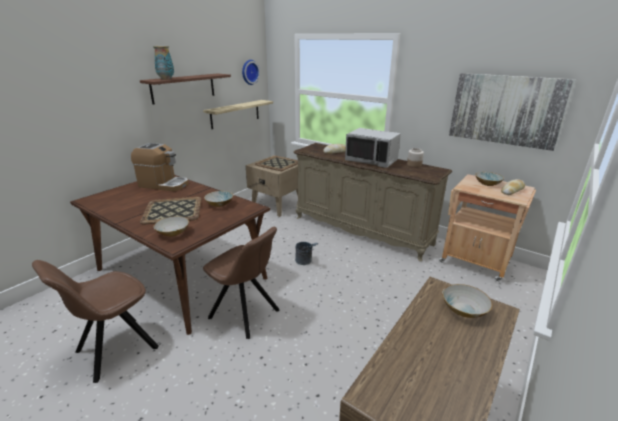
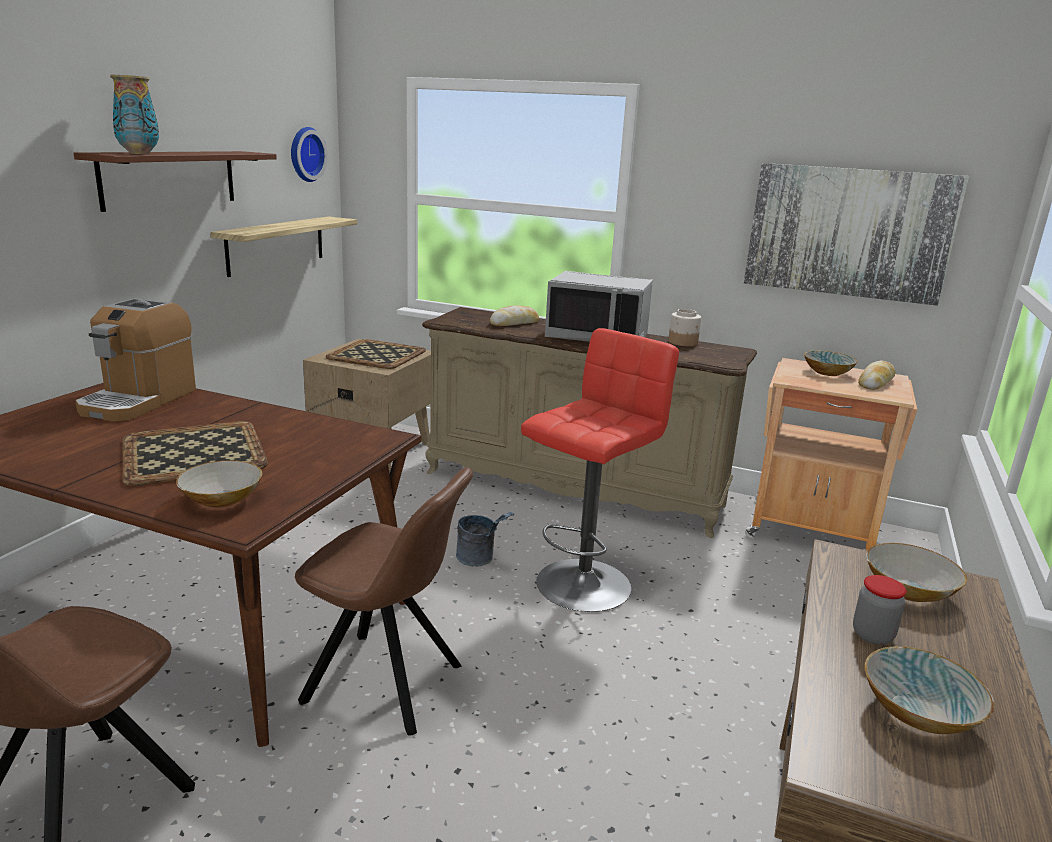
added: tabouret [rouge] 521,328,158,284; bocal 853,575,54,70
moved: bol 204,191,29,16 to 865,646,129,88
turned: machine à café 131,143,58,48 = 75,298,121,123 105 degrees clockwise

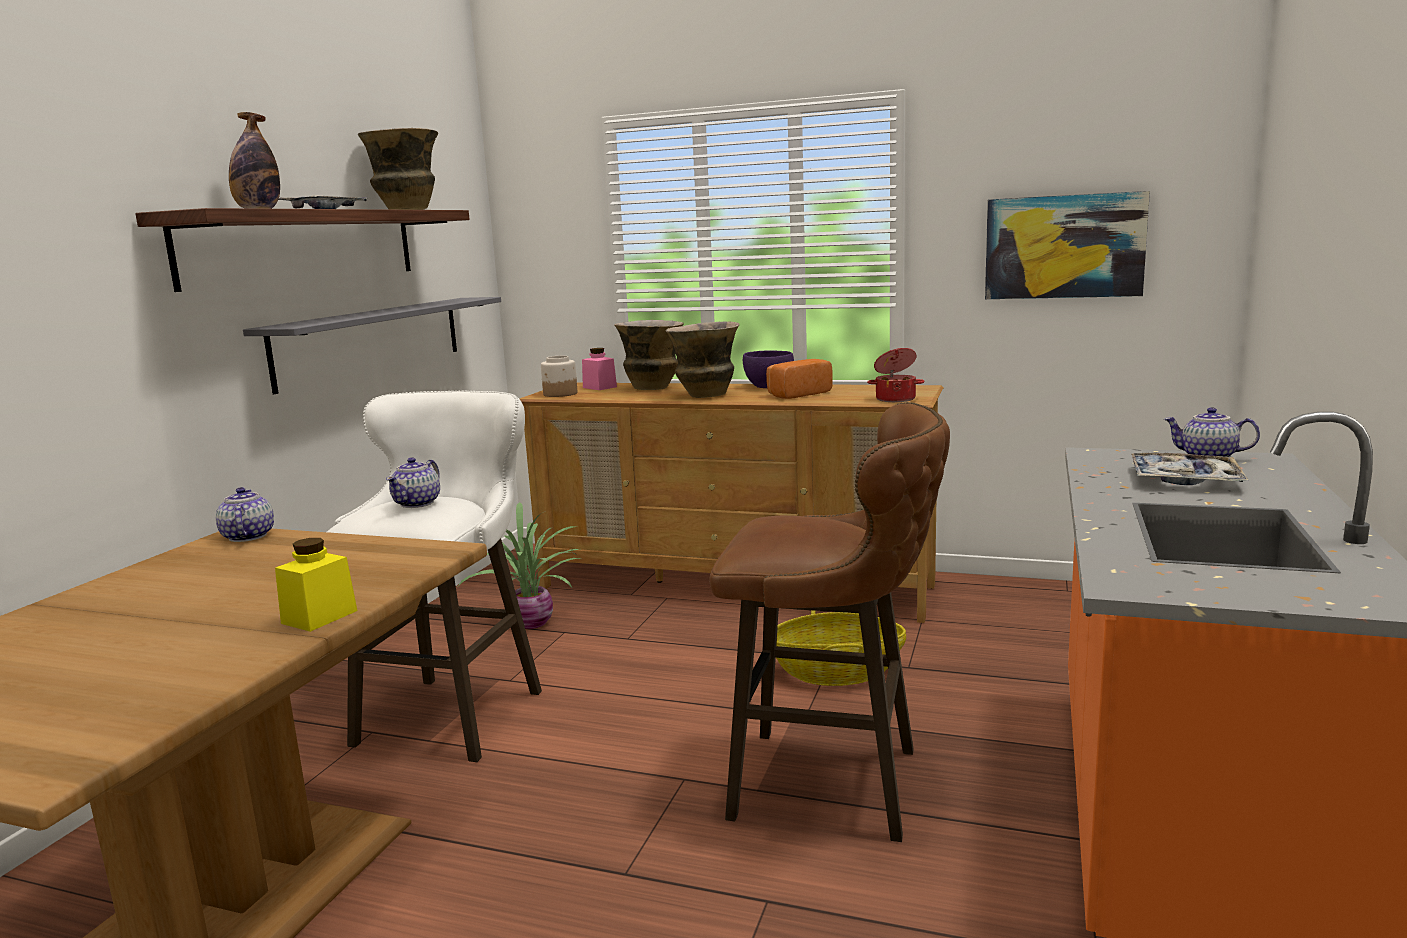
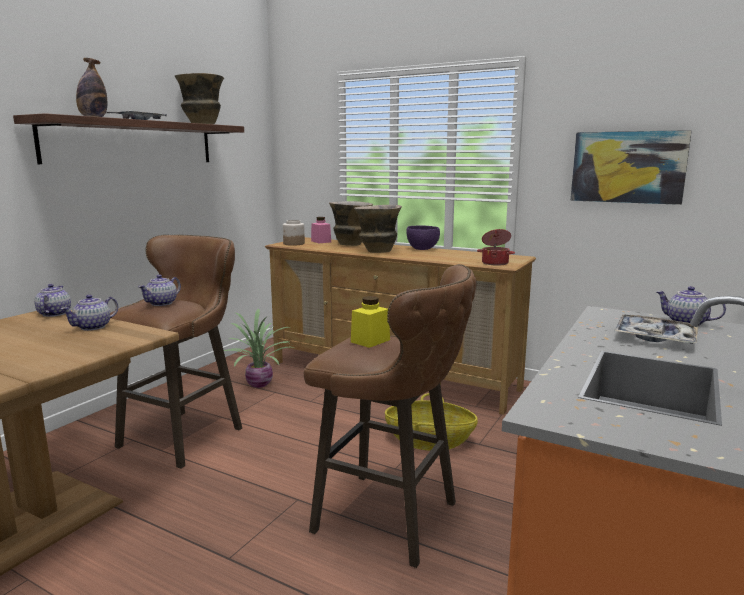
removed: étagère [gris] 243,297,258,97; pain 766,359,67,40
added: théière 61,294,57,37
moved: bocal [jaune] 275,538,83,94 to 351,296,39,52
recoloured: tabouret [blanc] 327,390,215,372 to tabouret [marron] 110,235,132,234

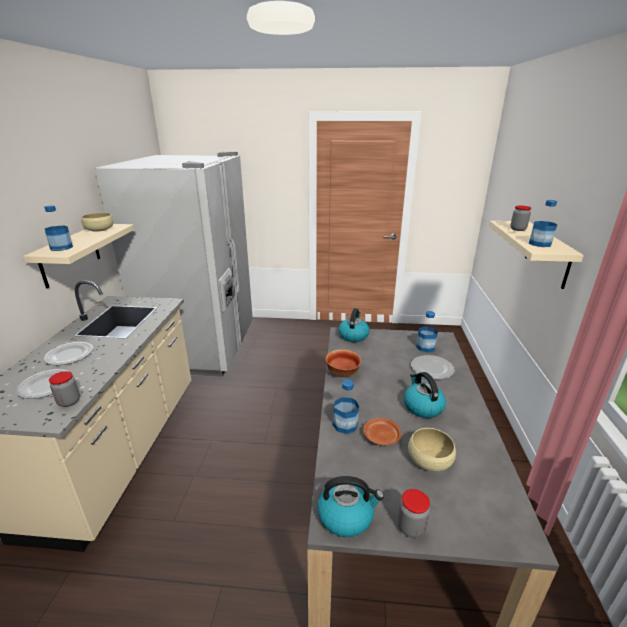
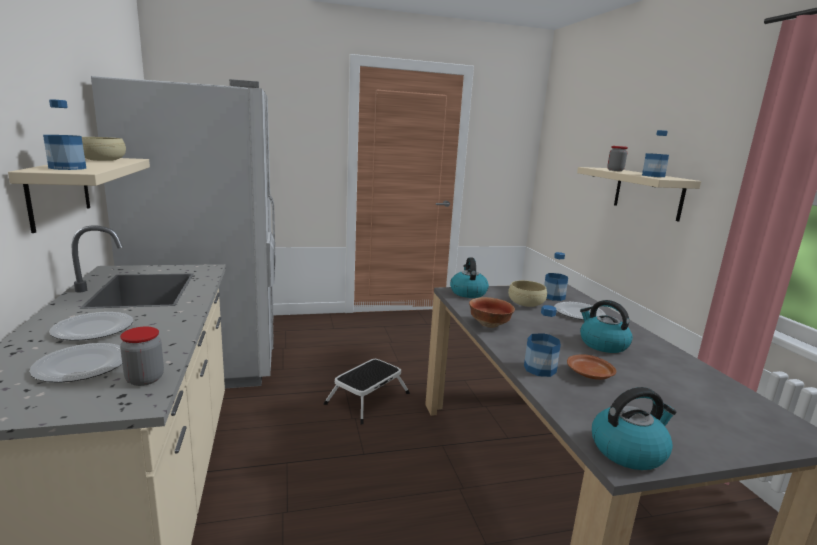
removed: bocal 398,489,32,49
added: escabeau [noir] 323,359,87,65
moved: bol [beige] 408,428,48,44 to 508,280,39,27

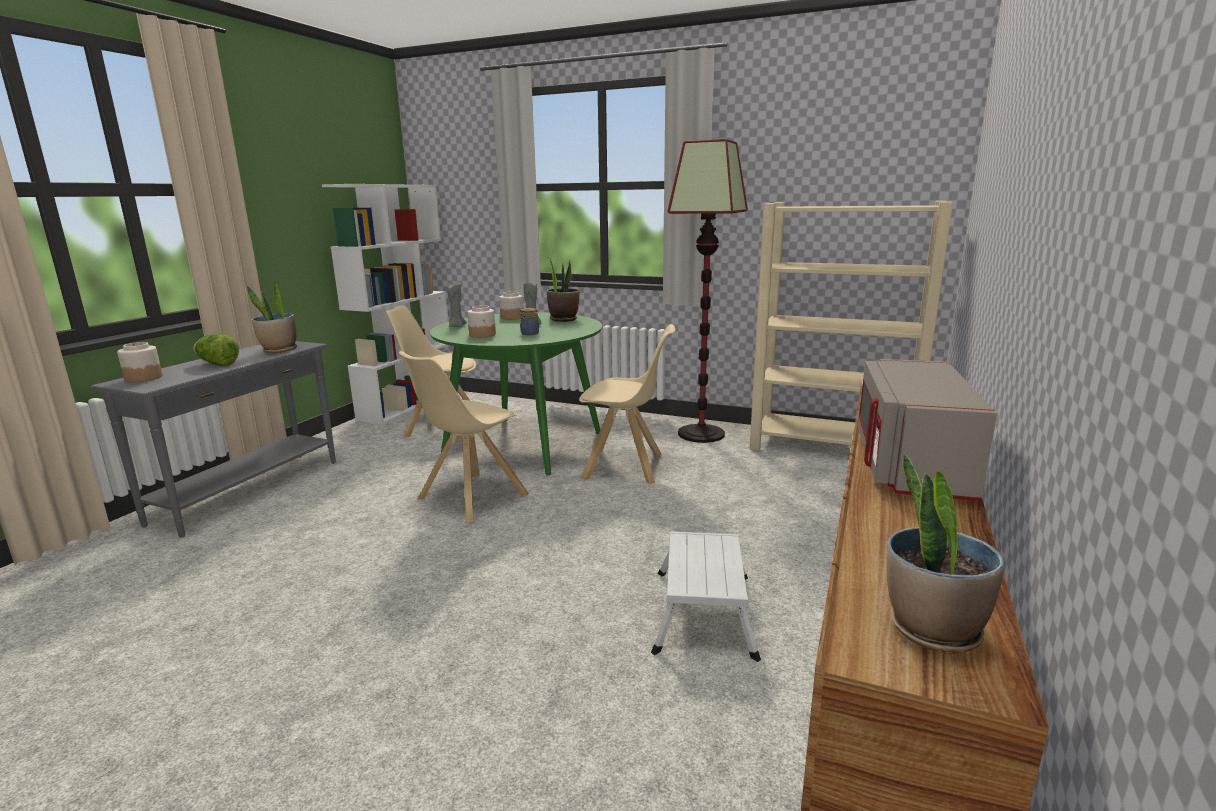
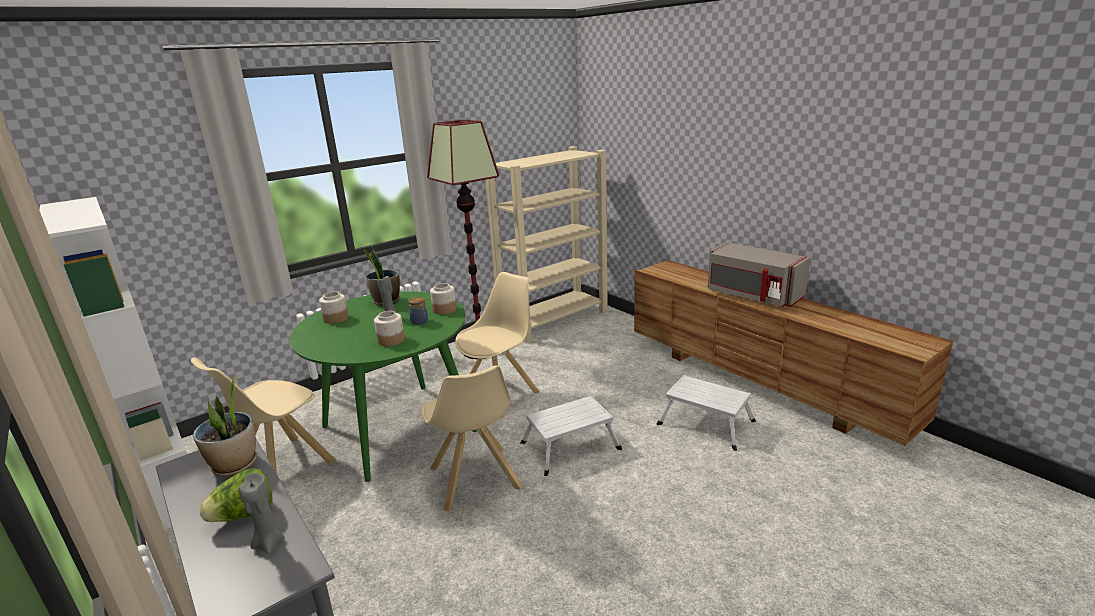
removed: plante en pot 887,454,117,200
added: escabeau [blanc] 520,395,102,81
moved: bougie [gris] 447,282,20,45 to 238,473,47,81; bocal 117,342,45,40 to 430,283,26,31

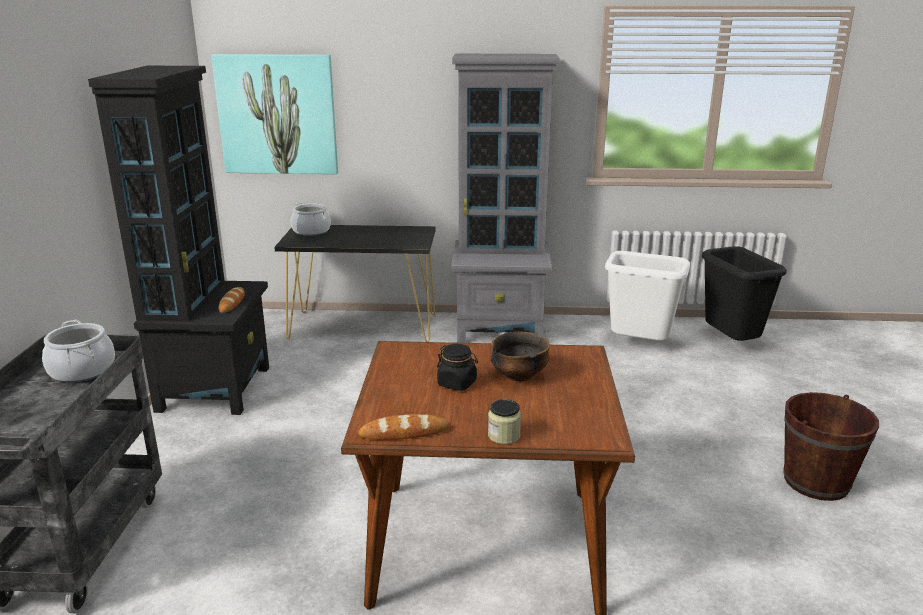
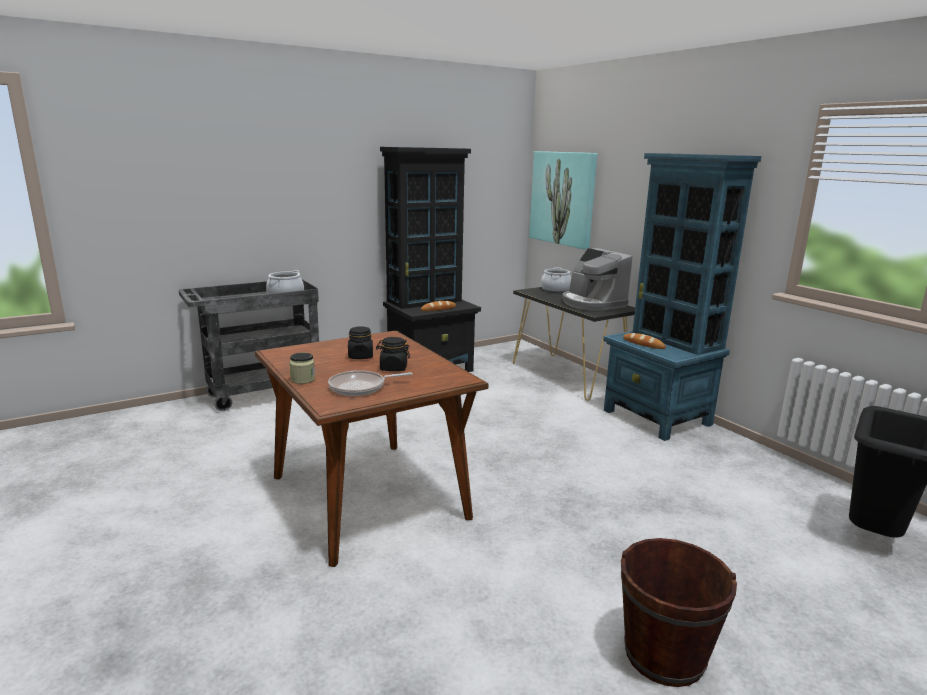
removed: poubelle [blanc] 605,251,85,90
added: machine à café 562,248,70,63; poêle 328,370,85,26
moved: pain 358,414,92,26 to 623,333,43,16
replaced: bol 490,332,60,50 to bocal [noir] 376,337,34,34
recoloured: meuble de rangement [gris] 451,54,109,289 to meuble de rangement [bleu] 603,153,159,288

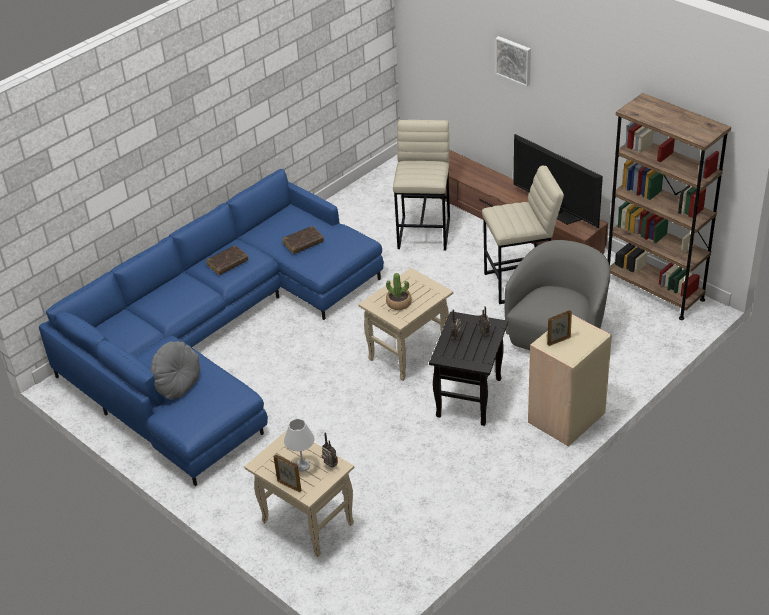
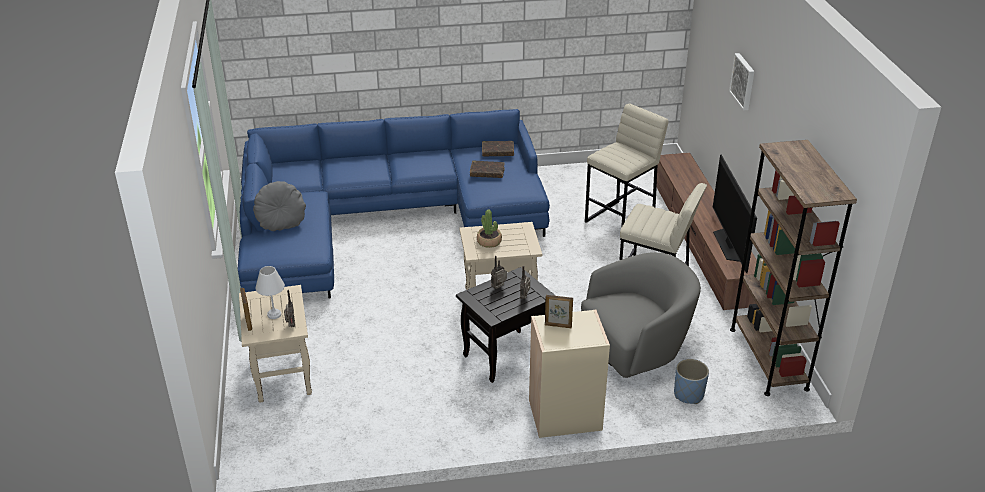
added: cache-pot [bleu] 674,359,35,45
moved: livre [marron] 206,245,42,30 to 482,141,32,15

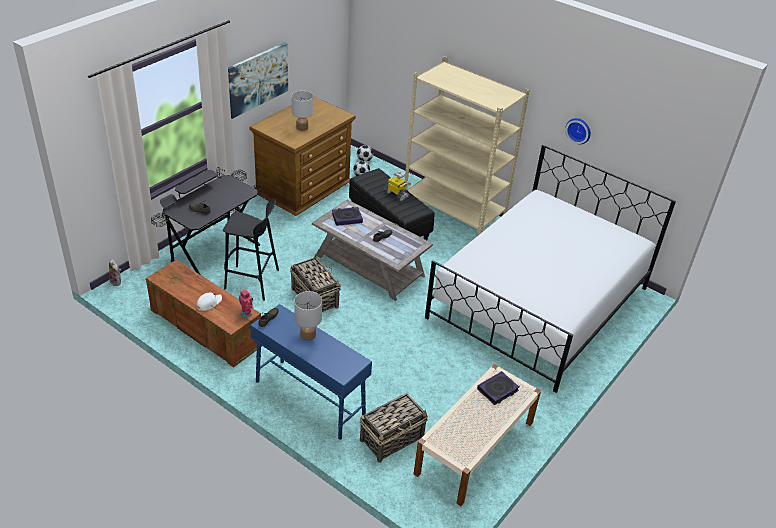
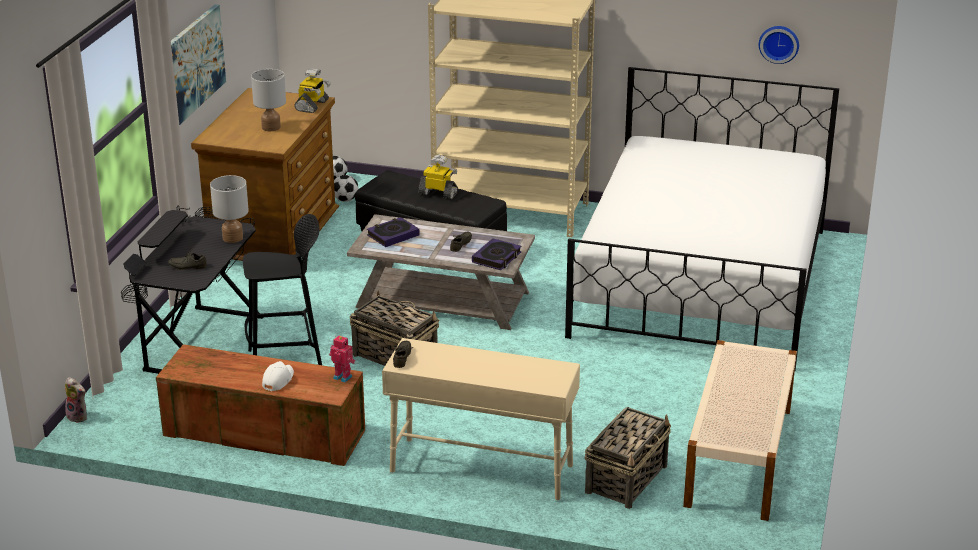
added: robot jouet 294,68,37,45
moved: horloge murale 565,118,26,26 to 759,26,40,38; lampe de table [gris] 294,291,28,50 to 210,175,39,68; livre 477,371,42,34 to 472,238,50,32
recoloured: table console [bleu] 250,304,122,136 to table console [beige] 382,338,198,162

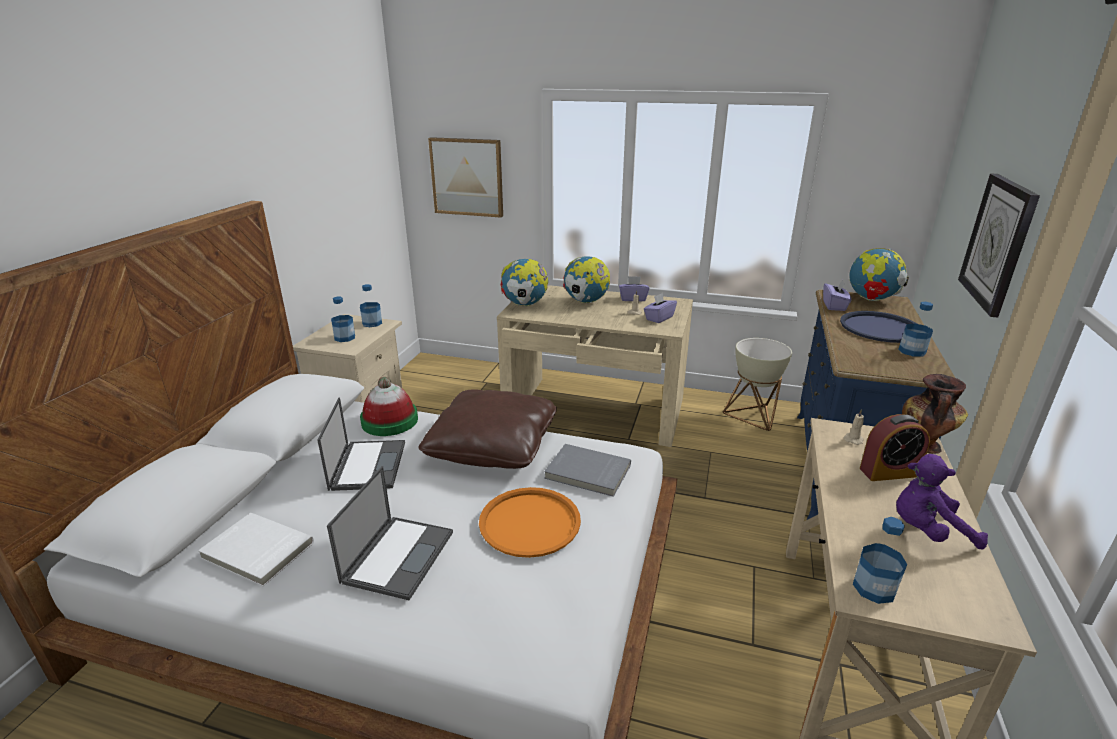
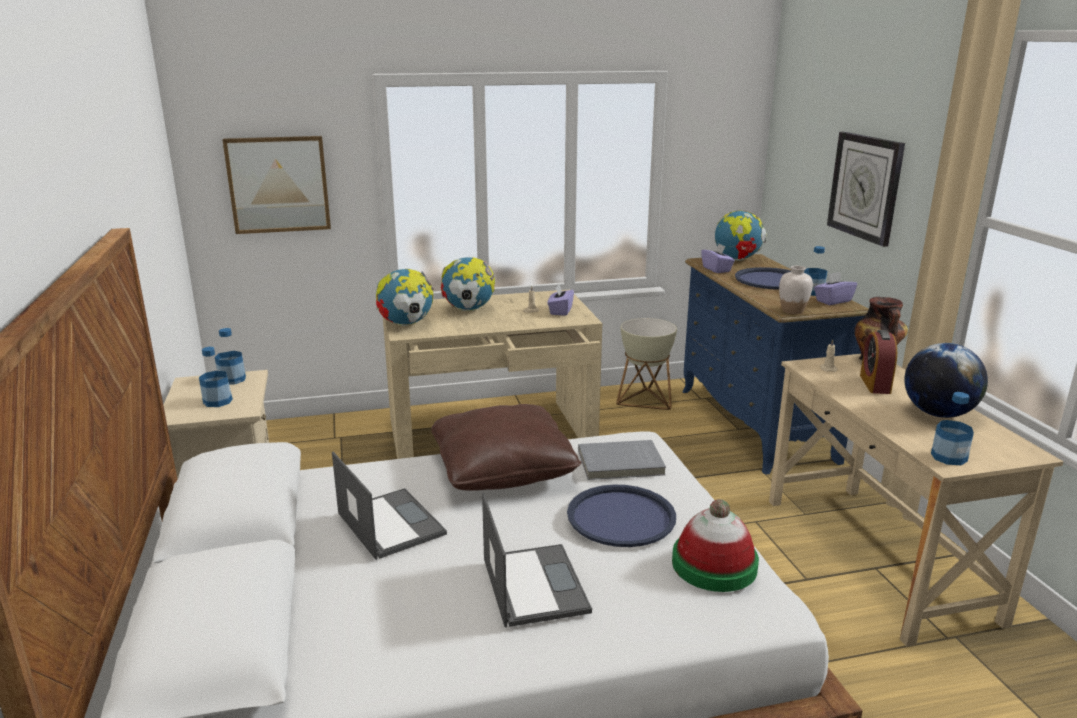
removed: livre [blanc] 198,513,116,73
added: vase [blanc] 779,266,34,48
moved: boîte à mouchoirs [violet] 619,276,30,25 to 814,272,43,33; chapeau 360,377,58,59 to 672,499,87,93
replaced: peluche [violet] 896,454,92,96 to globe 904,343,84,75
recoloured: plateau [orange] 479,487,102,71 to plateau [bleu] 567,485,109,62
turned: réveil 860,414,70,67 = 860,330,37,64 135 degrees clockwise

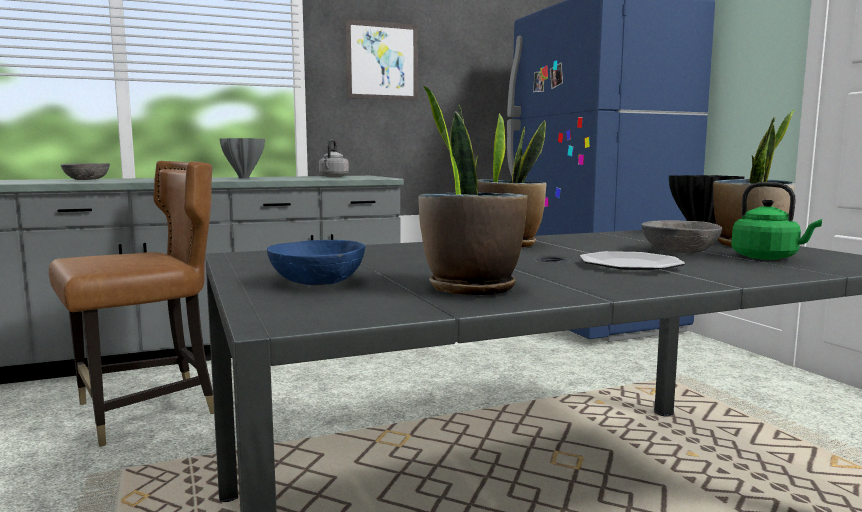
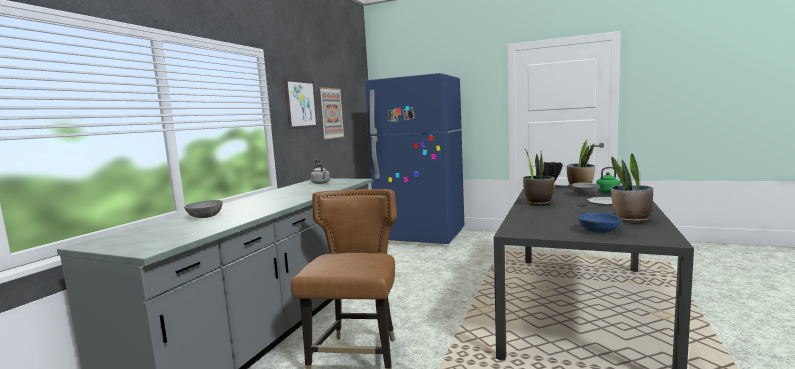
removed: vase [gris] 219,138,46,40
added: tableau 319,87,26,53

